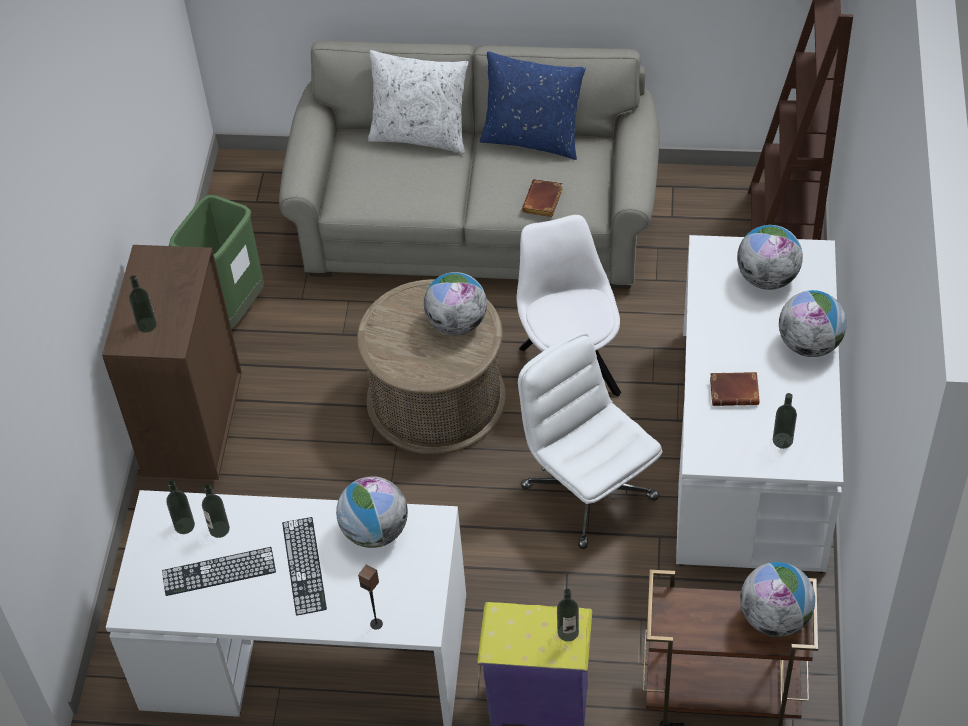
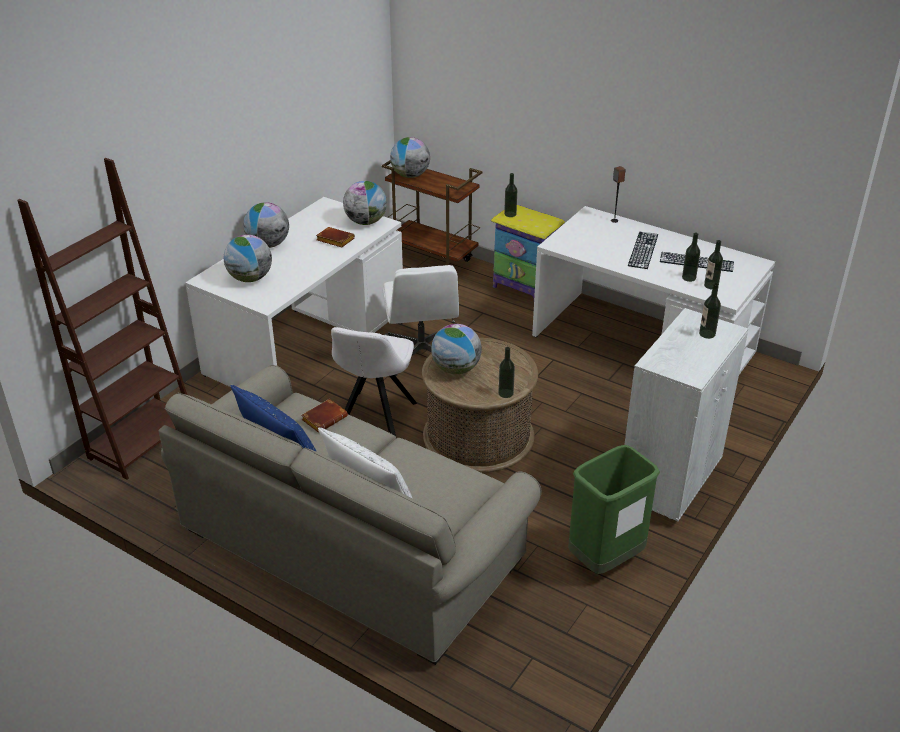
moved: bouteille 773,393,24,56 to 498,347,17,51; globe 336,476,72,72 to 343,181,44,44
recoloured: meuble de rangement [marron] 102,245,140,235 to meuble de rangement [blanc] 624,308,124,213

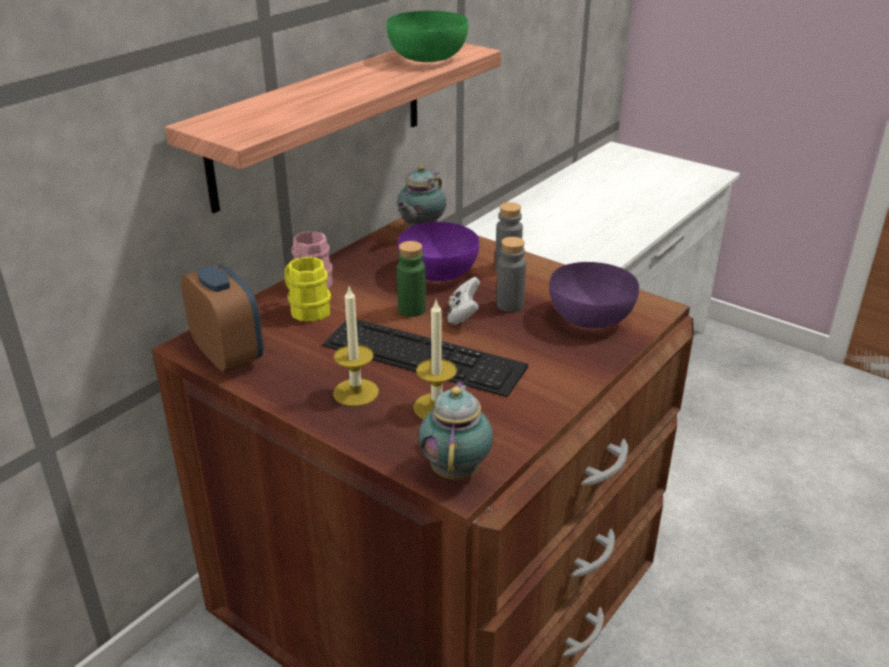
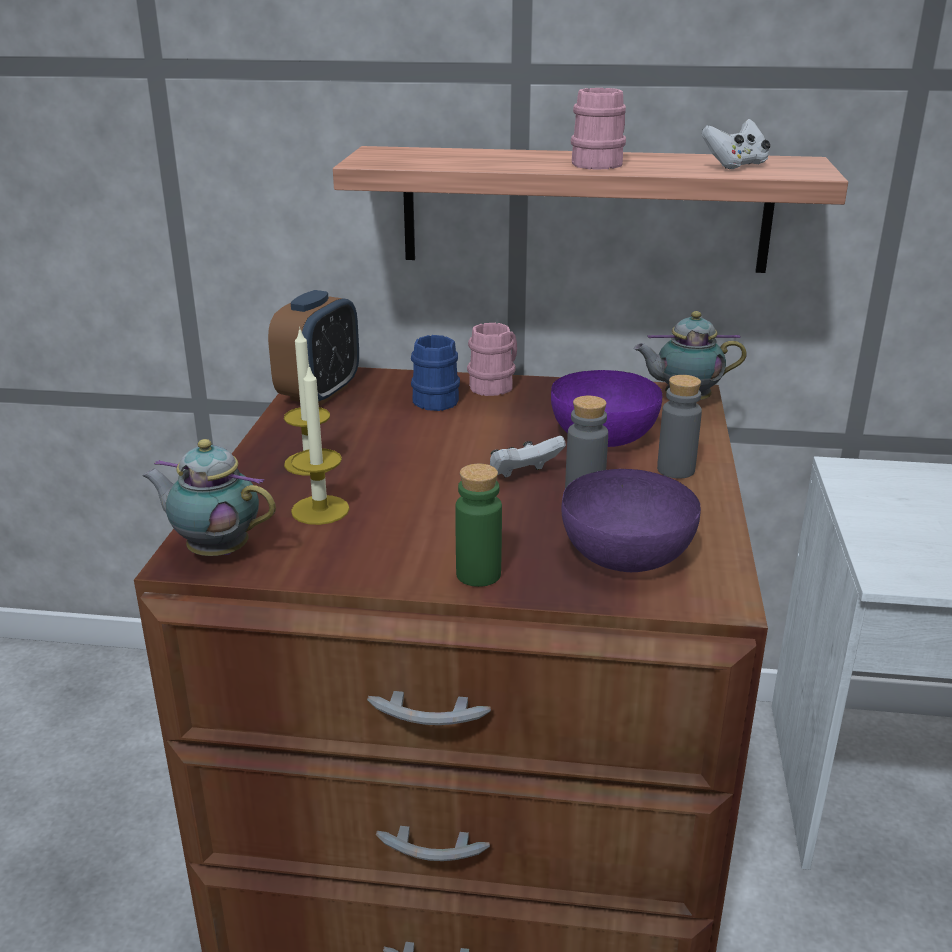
removed: clavier 322,319,206,78
added: mug [rose] 571,88,55,82
moved: bouteille [vert] 397,241,29,76 to 455,464,47,123
replaced: bol [vert] 387,11,81,51 to manette [blanc] 702,119,68,50
recoloured: mug [jaune] 284,257,47,65 to mug [bleu] 411,335,49,76
turned: théière 418,381,75,98 = 142,439,134,117 135 degrees counterclockwise

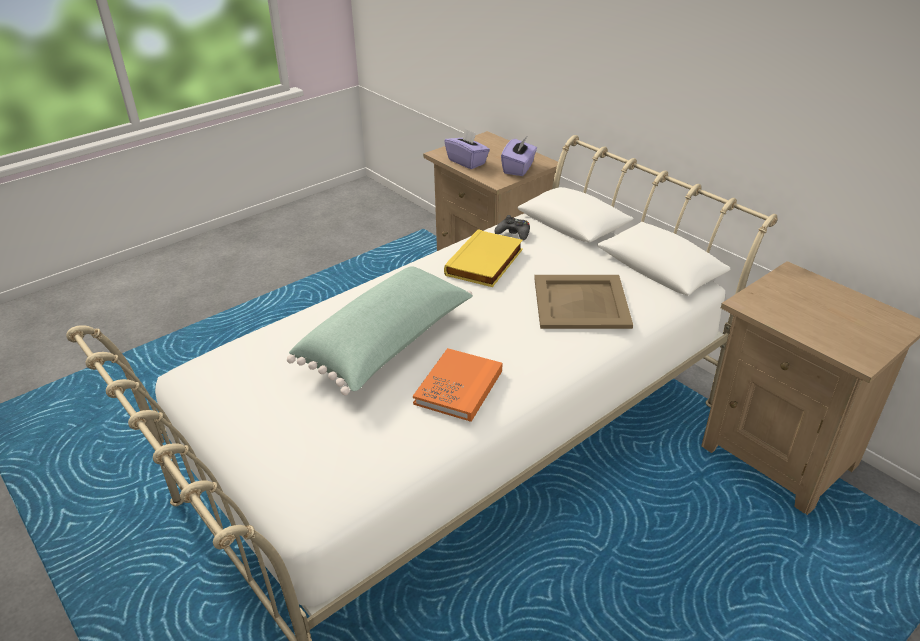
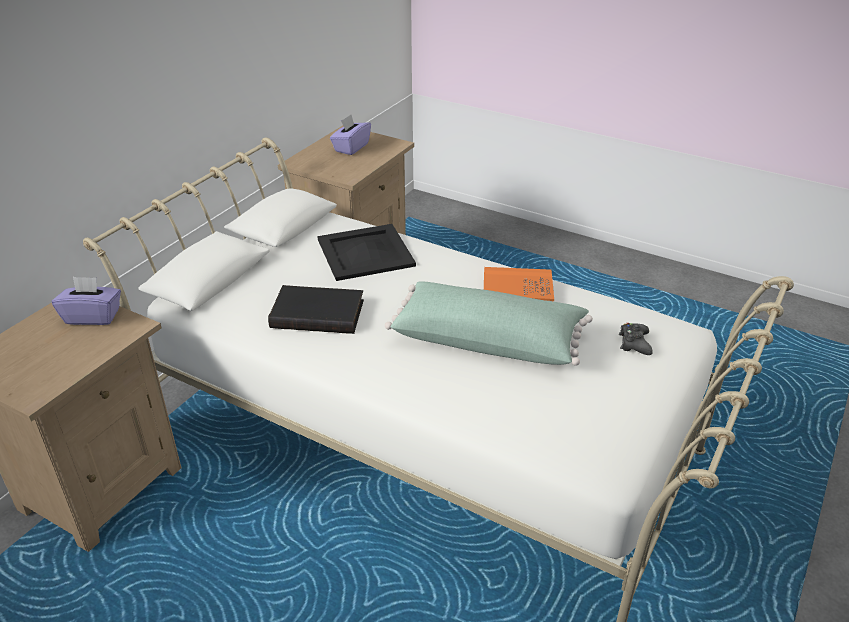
moved: boîte à mouchoirs [violet] 444,129,46,40 to 330,115,41,40; manette [noir] 494,215,36,26 to 619,323,34,32
recoloured: livre [jaune] 444,229,79,58 to livre [noir] 268,285,96,49; plateau [beige] 534,275,99,54 to plateau [noir] 317,224,99,57

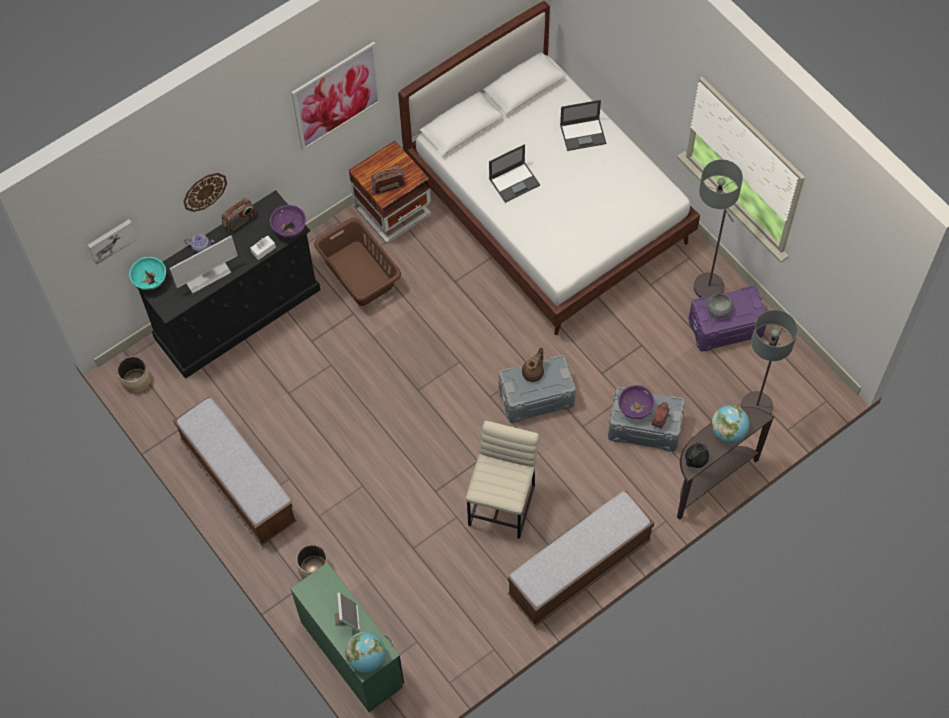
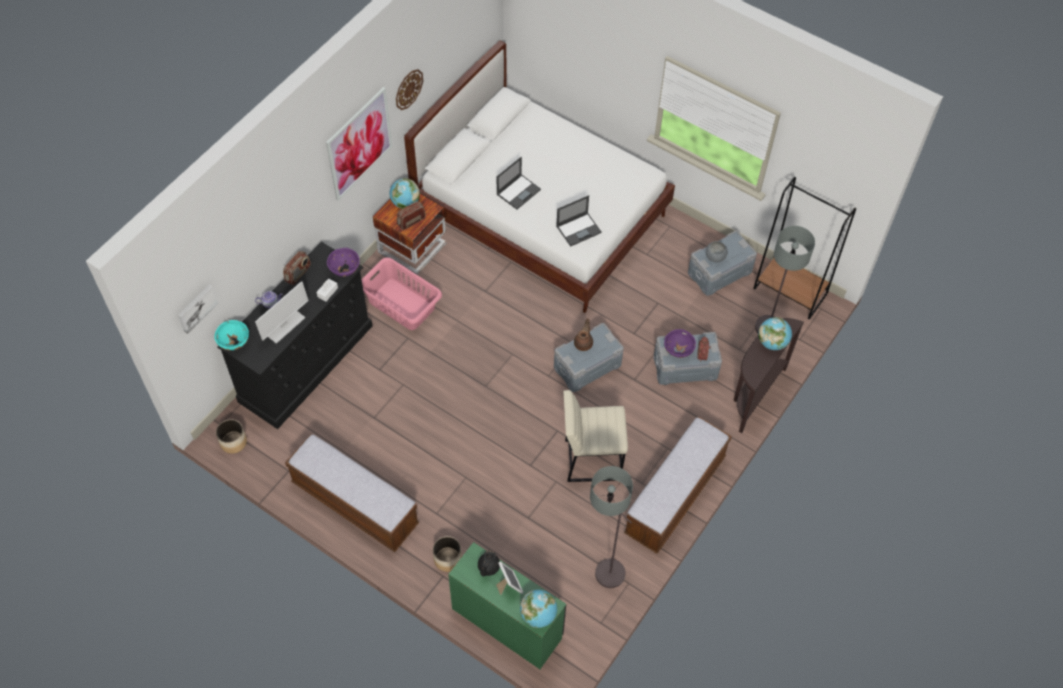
added: portant 753,177,103,142; globe 389,178,31,31
moved: ordinateur portable 560,100,46,51 to 556,195,46,52; lampadaire [gris] 694,159,49,139 to 590,466,43,122; horloge murale 183,173,44,39 to 396,69,27,41; théière [noir] 685,442,24,26 to 478,550,22,26
recoloured: panier à linge [marron] 314,218,87,88 to panier à linge [rose] 362,257,80,73; boîte de rangement [violet] 688,285,78,67 to boîte de rangement [gris] 688,231,69,65
turned: chaise [beige] 466,421,73,118 = 563,390,65,92 90 degrees counterclockwise

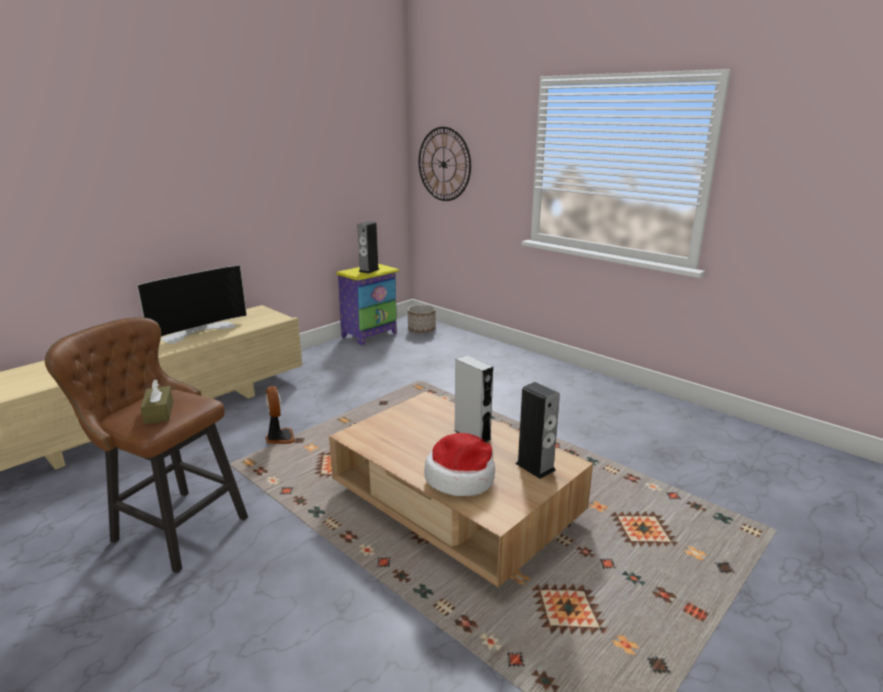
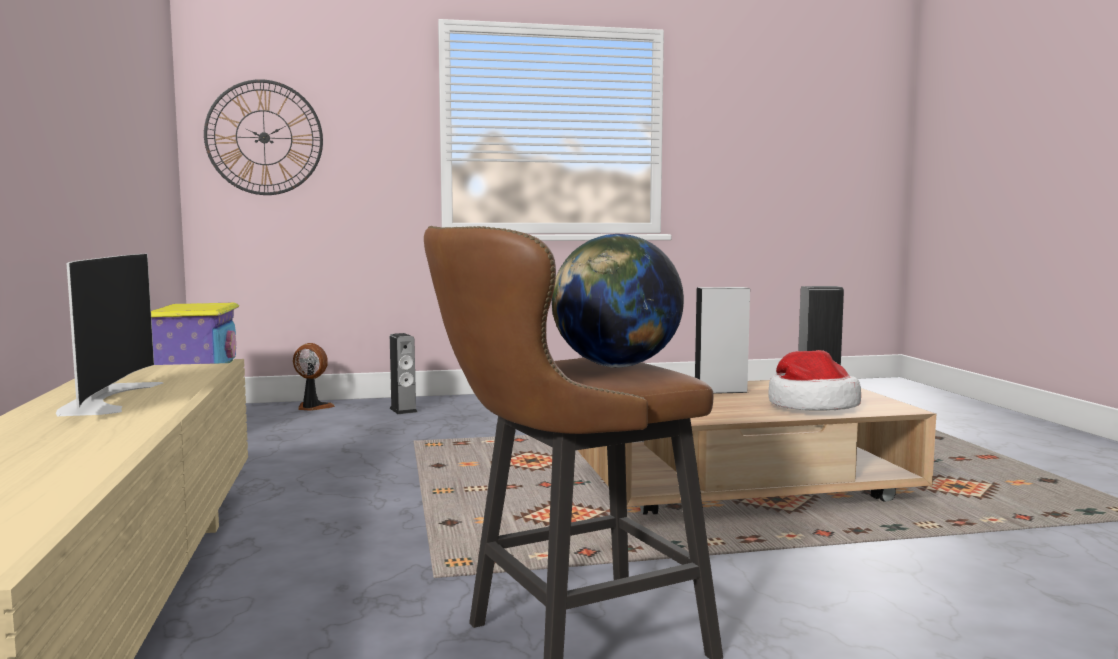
removed: cache-pot 408,304,28,29
moved: enceinte 357,221,22,52 to 390,333,27,81; ventilateur 265,386,30,58 to 293,343,42,68
replaced: boîte à mouchoirs [marron] 140,379,33,45 to globe 552,234,132,134

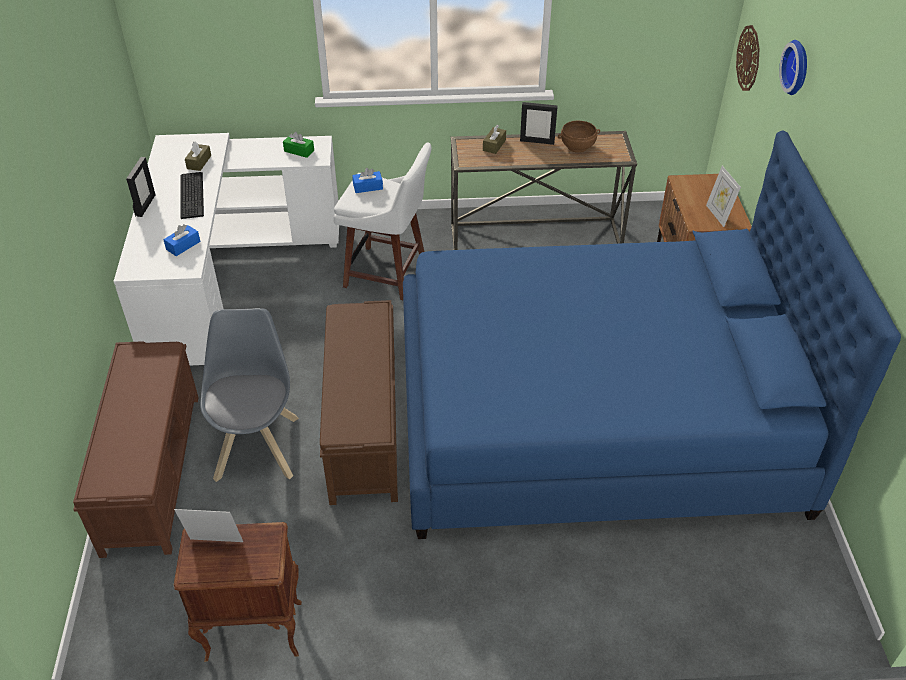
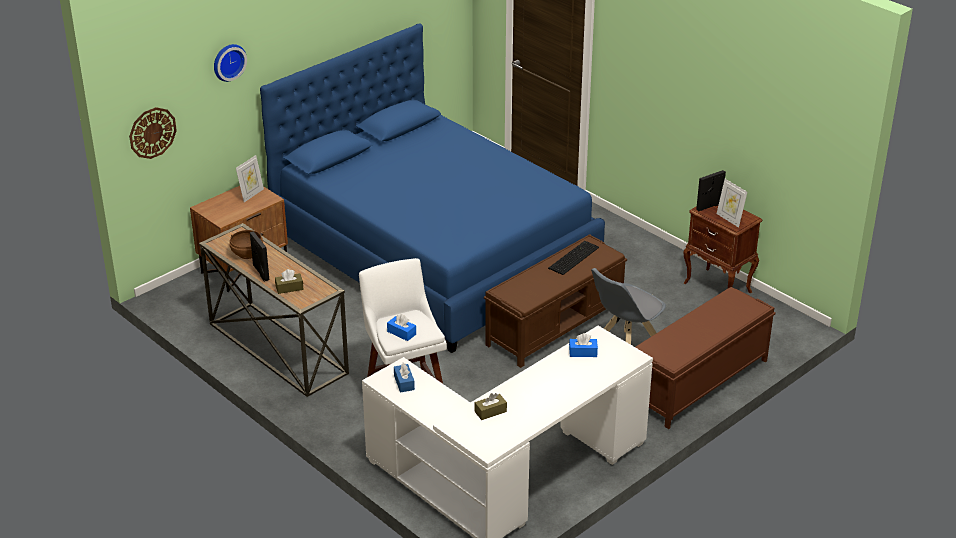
moved: cadre photo 126,157,30,60 to 696,170,30,41; clavier 181,172,23,47 to 548,241,51,34
recoloured: boîte à mouchoirs [vert] 283,132,31,26 to boîte à mouchoirs [bleu] 394,363,21,30

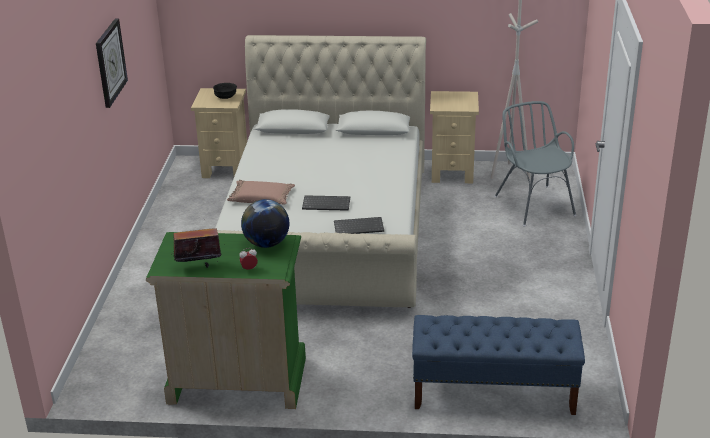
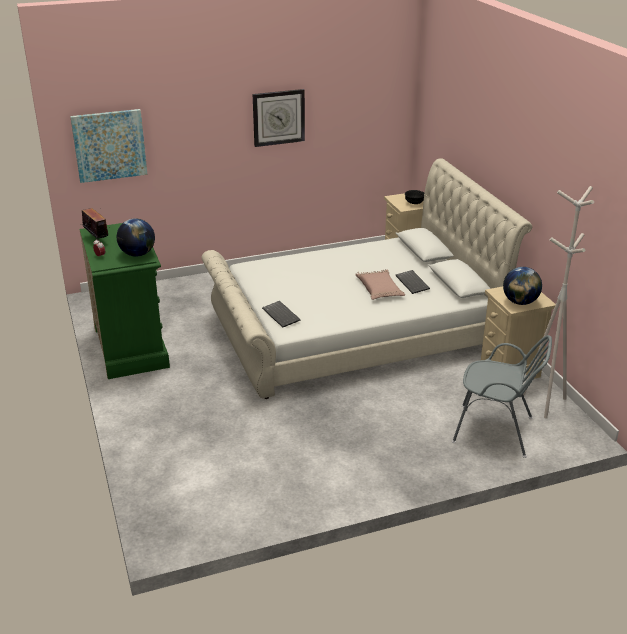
removed: banc [bleu] 412,315,173,100
added: tableau 70,109,78,74; globe 503,267,39,38
moved: coussin [beige] 227,180,68,25 to 356,270,49,30; clavier 302,195,48,16 to 396,270,34,24
turned: chaise [gris] 494,101,83,126 = 452,335,100,123 60 degrees clockwise

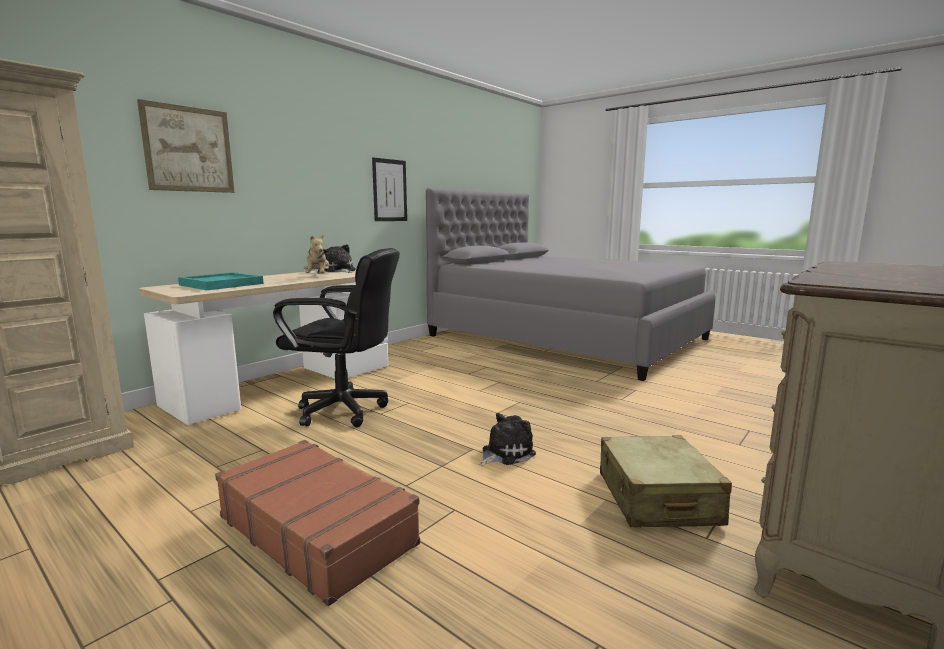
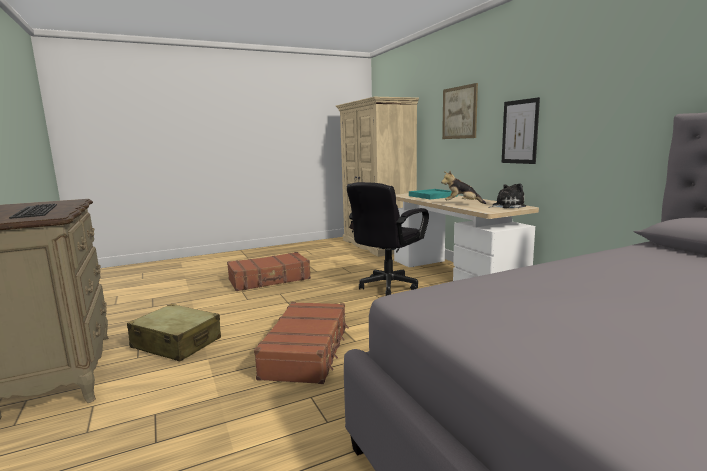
removed: peluche 479,413,57,53
added: clavier 9,203,48,16; valise [marron] 254,302,95,82
moved: tableau 372,157,35,64 to 502,97,38,67

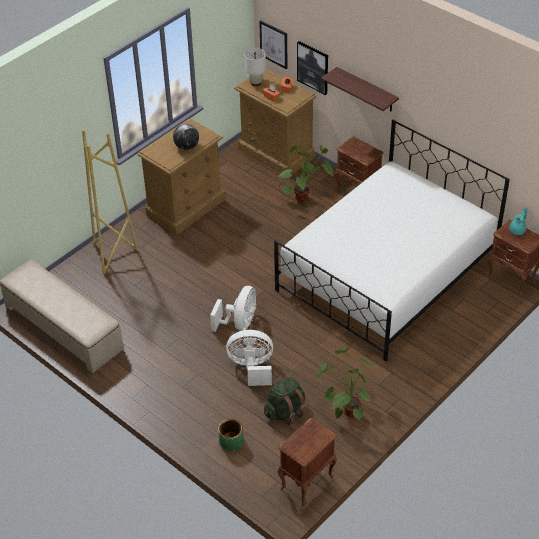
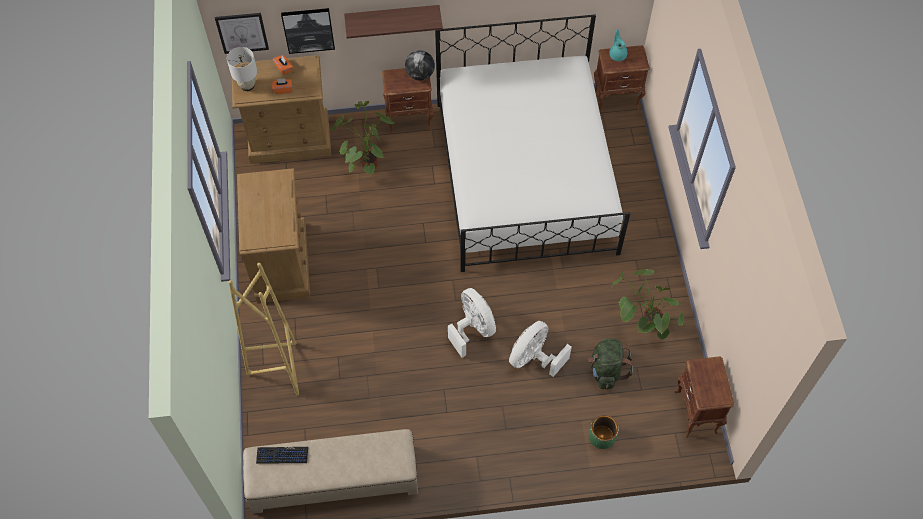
added: clavier 256,447,52,17
moved: globe 173,124,26,26 to 405,50,30,31

